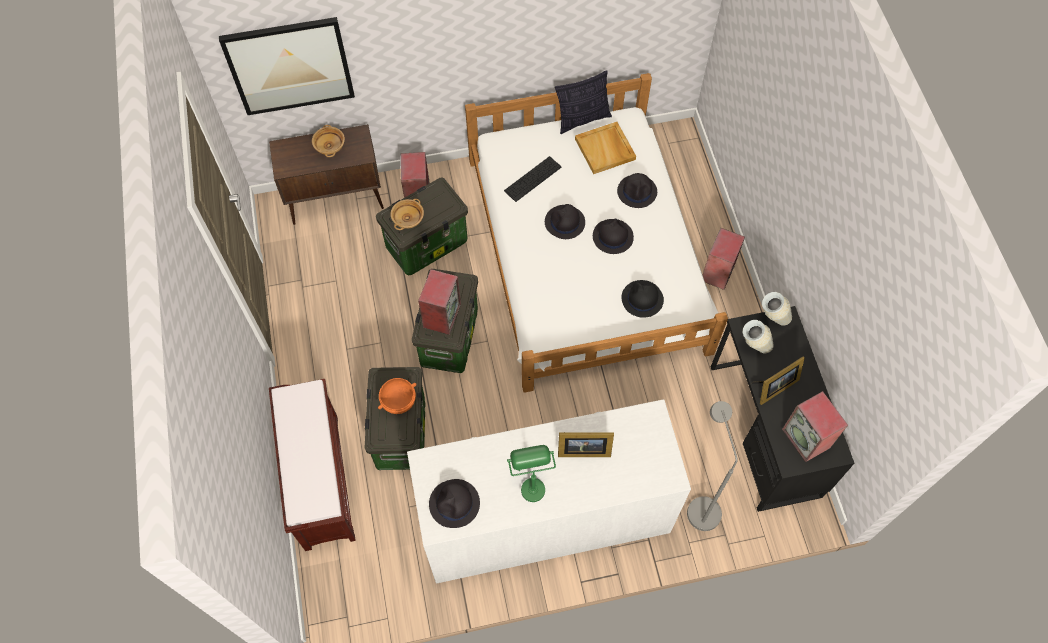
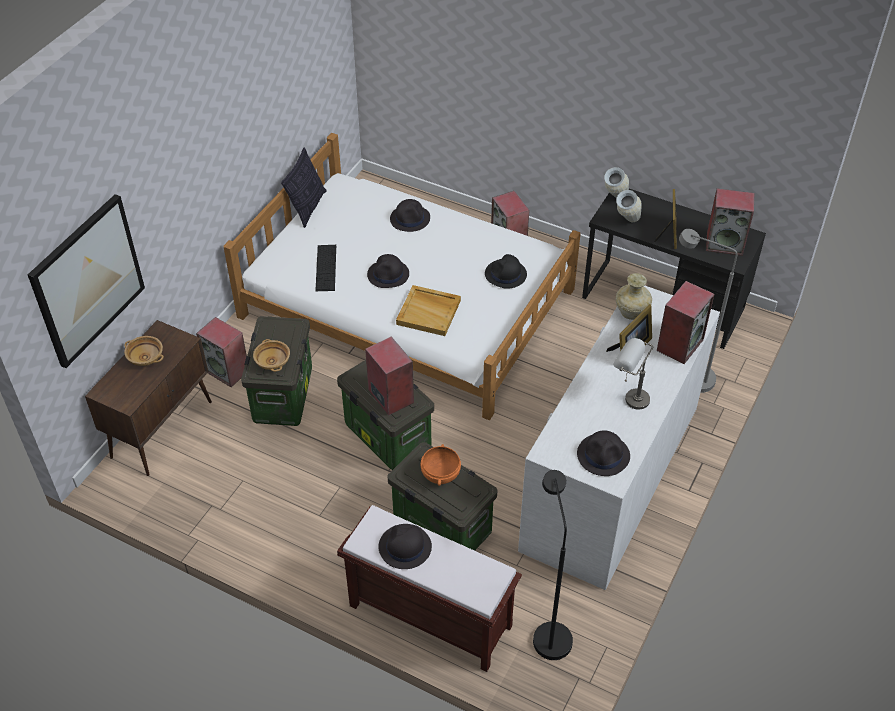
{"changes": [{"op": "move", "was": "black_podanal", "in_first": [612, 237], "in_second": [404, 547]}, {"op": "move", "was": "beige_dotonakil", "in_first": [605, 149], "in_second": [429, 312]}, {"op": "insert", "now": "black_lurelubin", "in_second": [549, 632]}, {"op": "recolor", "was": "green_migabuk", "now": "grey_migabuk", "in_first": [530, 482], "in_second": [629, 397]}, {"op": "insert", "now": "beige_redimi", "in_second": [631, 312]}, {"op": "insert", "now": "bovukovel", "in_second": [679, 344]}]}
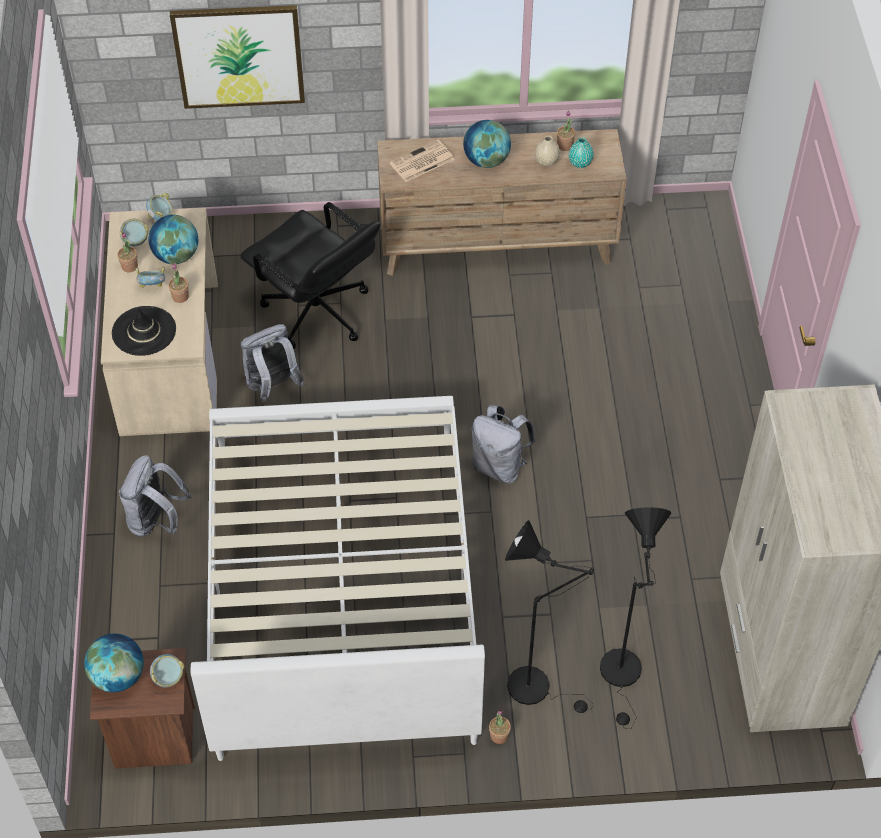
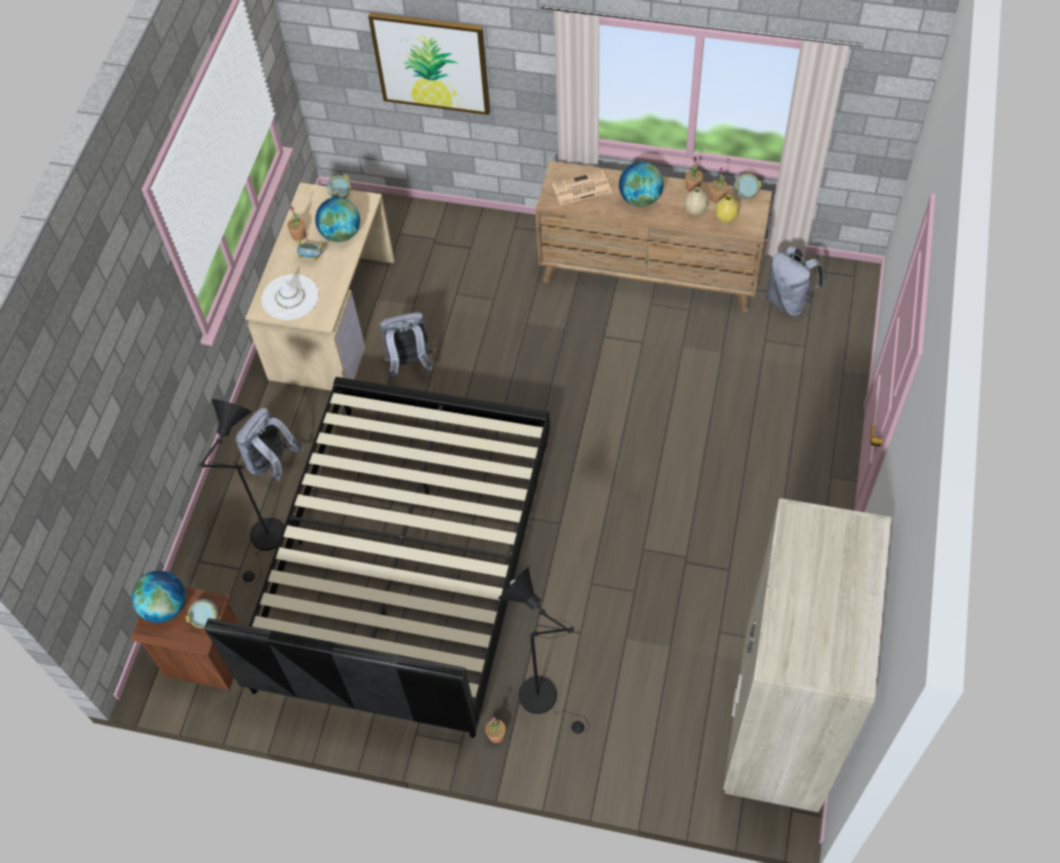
{"changes": [{"op": "move", "was": "black_lurelubin", "in_first": [622, 676], "in_second": [266, 541]}, {"op": "recolor", "was": "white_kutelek", "now": "black_kutelek", "in_first": [339, 588], "in_second": [405, 562]}, {"op": "recolor", "was": "black_podanal", "now": "white_podanal", "in_first": [144, 331], "in_second": [290, 297]}, {"op": "move", "was": "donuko", "in_first": [180, 297], "in_second": [692, 187]}, {"op": "recolor", "was": "turquoise_redimi", "now": "yellow_redimi", "in_first": [580, 162], "in_second": [726, 217]}, {"op": "move", "was": "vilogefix", "in_first": [135, 241], "in_second": [745, 194]}, {"op": "move", "was": "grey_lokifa", "in_first": [499, 466], "in_second": [788, 301]}, {"op": "delete", "was": "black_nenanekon", "in_first": [317, 313]}]}
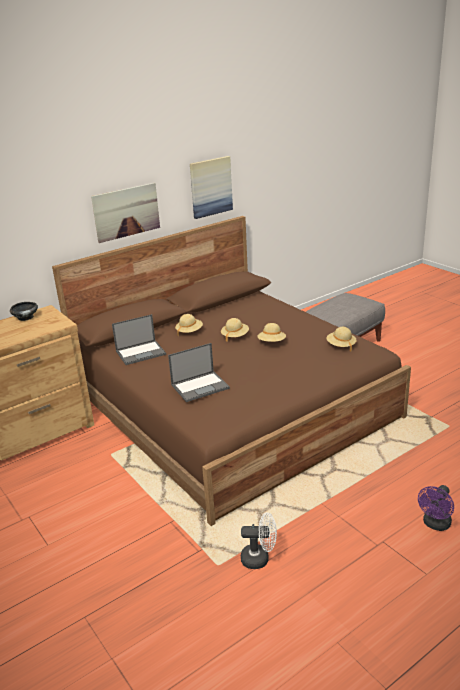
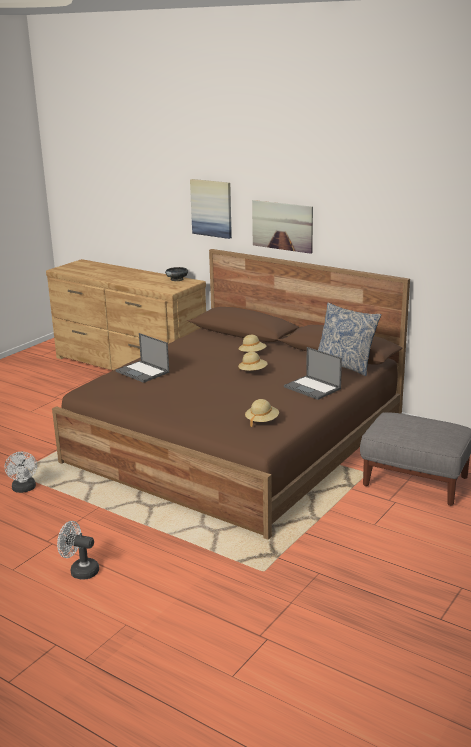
{"changes": [{"op": "recolor", "was": "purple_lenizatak", "now": "white_lenizatak", "in_first": [435, 524], "in_second": [80, 571]}, {"op": "move", "was": "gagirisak", "in_first": [210, 187], "in_second": [211, 208]}, {"op": "move", "was": "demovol", "in_first": [141, 352], "in_second": [313, 388]}, {"op": "insert", "now": "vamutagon", "in_second": [345, 365]}, {"op": "delete", "was": "beige_podanal", "in_first": [272, 342]}]}
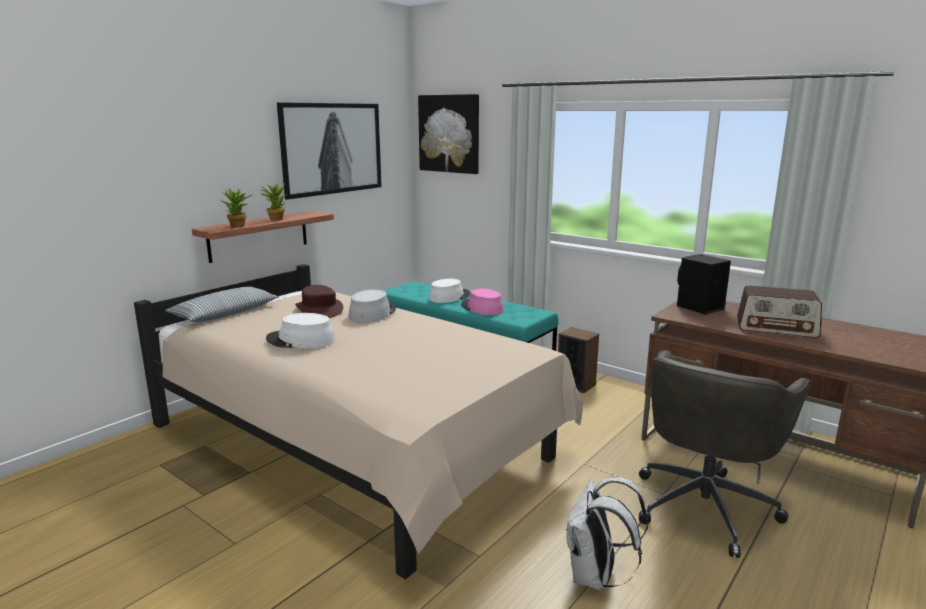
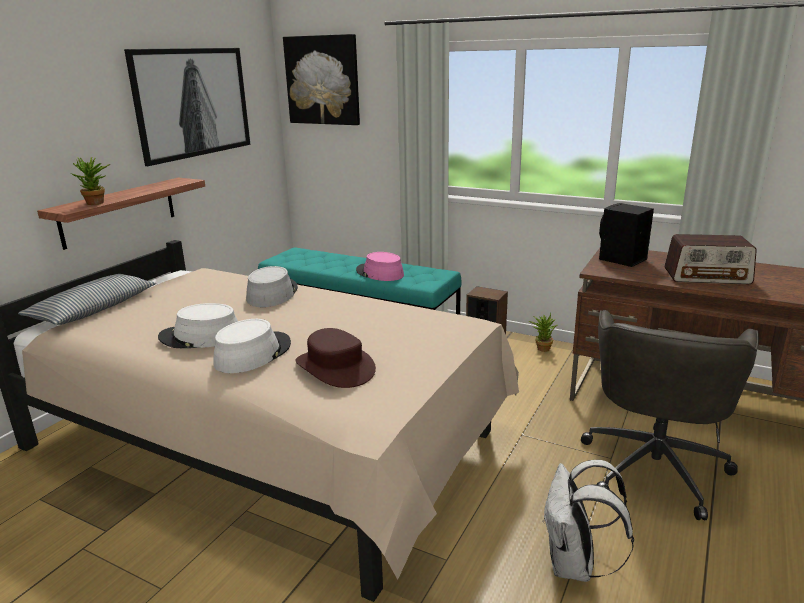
{"changes": [{"op": "move", "was": "white_podanal", "in_first": [449, 297], "in_second": [252, 353]}, {"op": "move", "was": "brown_podanal", "in_first": [319, 309], "in_second": [335, 367]}, {"op": "move", "was": "donuko", "in_first": [276, 219], "in_second": [541, 348]}]}
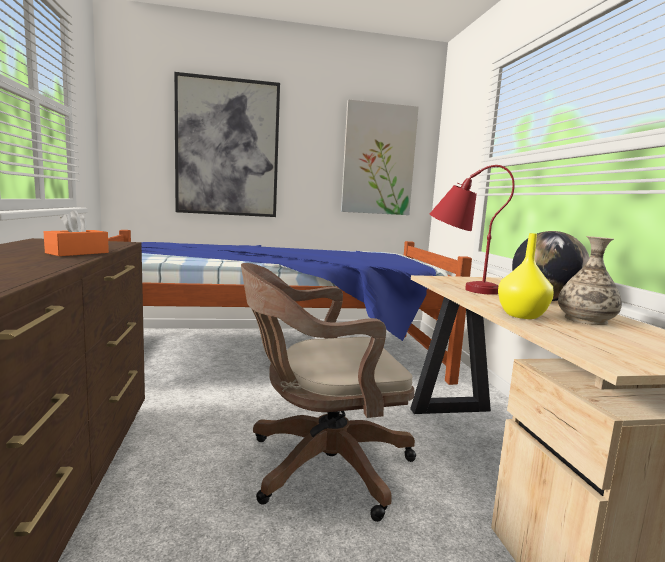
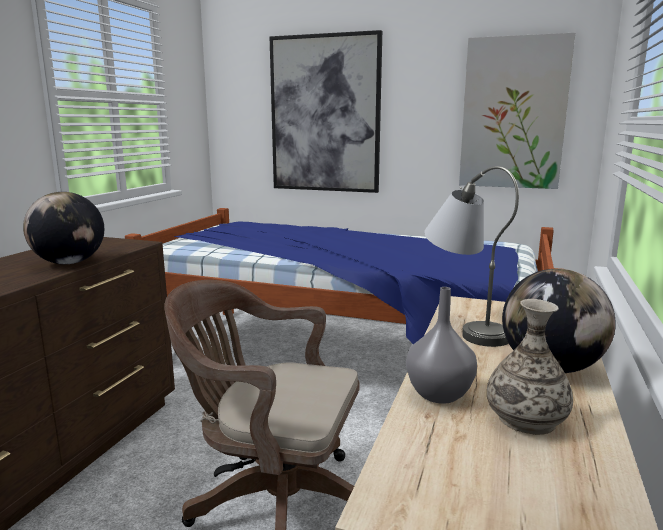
{"changes": [{"op": "replace", "was": "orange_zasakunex", "now": "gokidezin", "in_first": [77, 253], "in_second": [69, 263]}, {"op": "recolor", "was": "yellow_redimi", "now": "grey_redimi", "in_first": [523, 315], "in_second": [440, 395]}, {"op": "recolor", "was": "red_migabuk", "now": "grey_migabuk", "in_first": [459, 287], "in_second": [463, 326]}]}
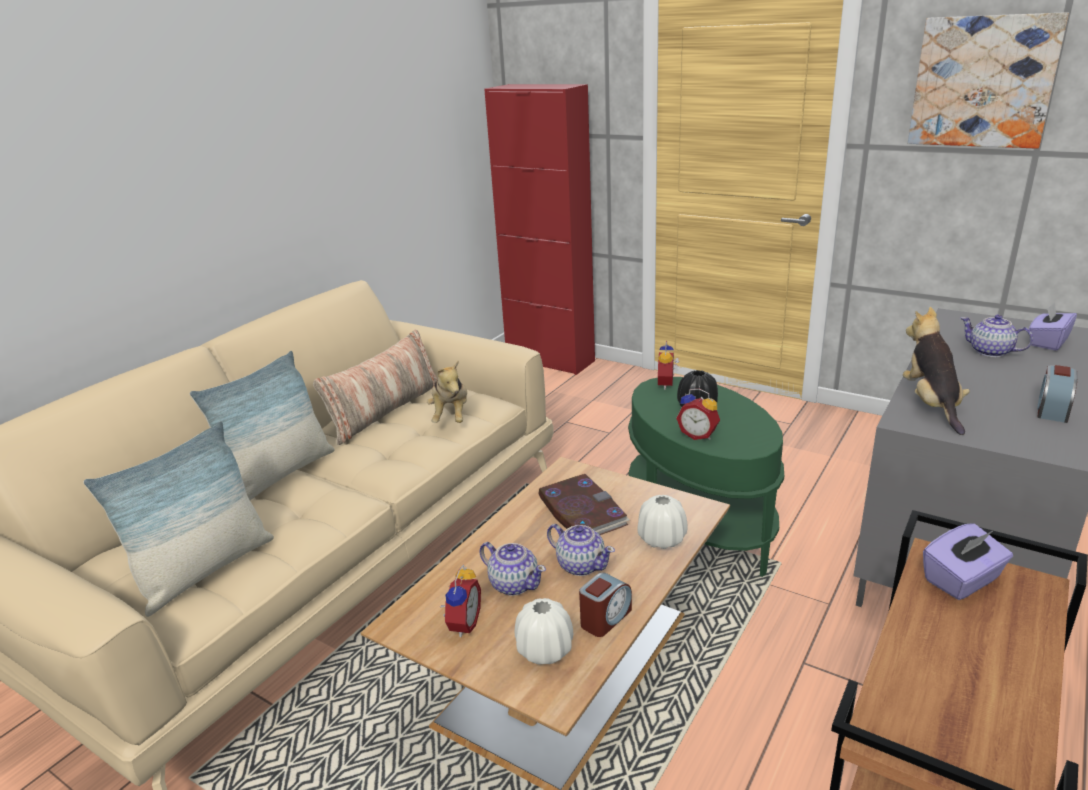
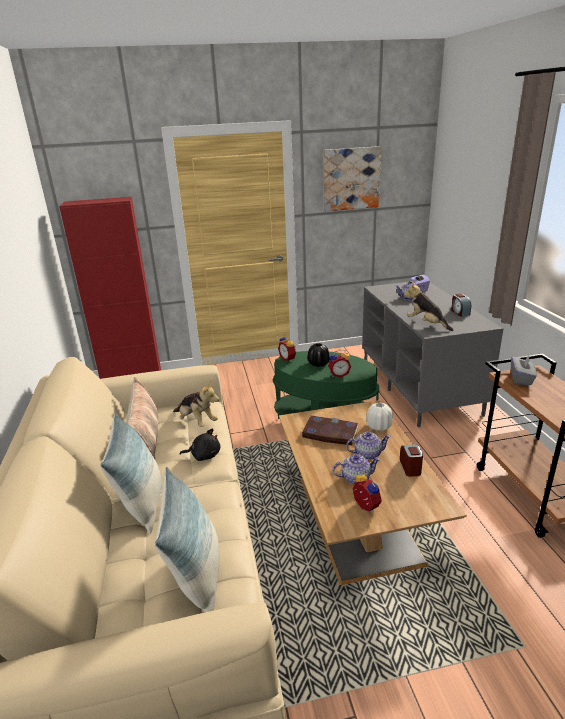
{"changes": [{"op": "insert", "now": "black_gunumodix", "in_second": [204, 455]}, {"op": "recolor", "was": "purple_zasakunex", "now": "grey_zasakunex", "in_first": [962, 580], "in_second": [521, 379]}, {"op": "delete", "was": "white_redimi", "in_first": [544, 650]}]}
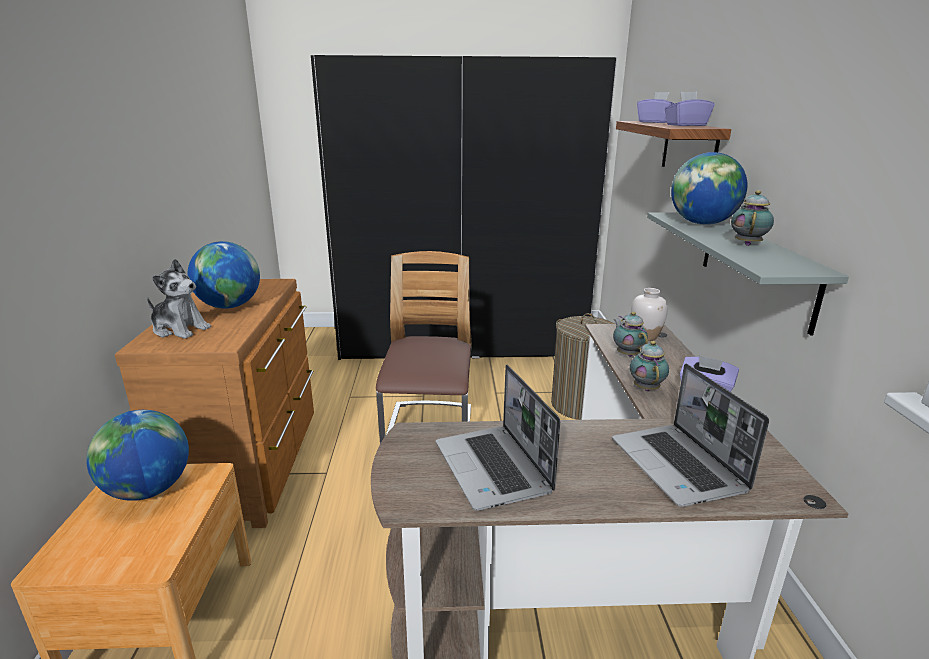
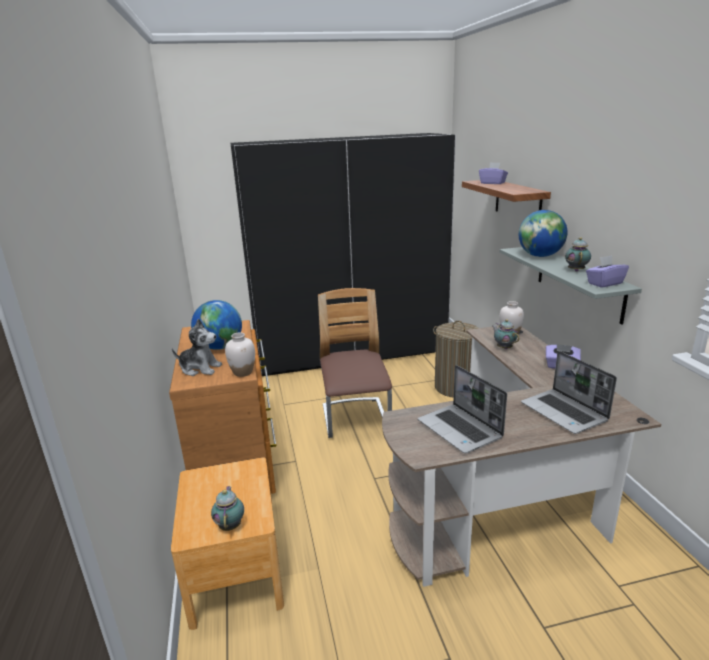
{"changes": [{"op": "move", "was": "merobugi", "in_first": [646, 388], "in_second": [230, 525]}, {"op": "insert", "now": "white_redimi", "in_second": [243, 372]}, {"op": "move", "was": "purple_zasakunex", "in_first": [686, 125], "in_second": [604, 283]}, {"op": "delete", "was": "gokidezin", "in_first": [148, 490]}]}
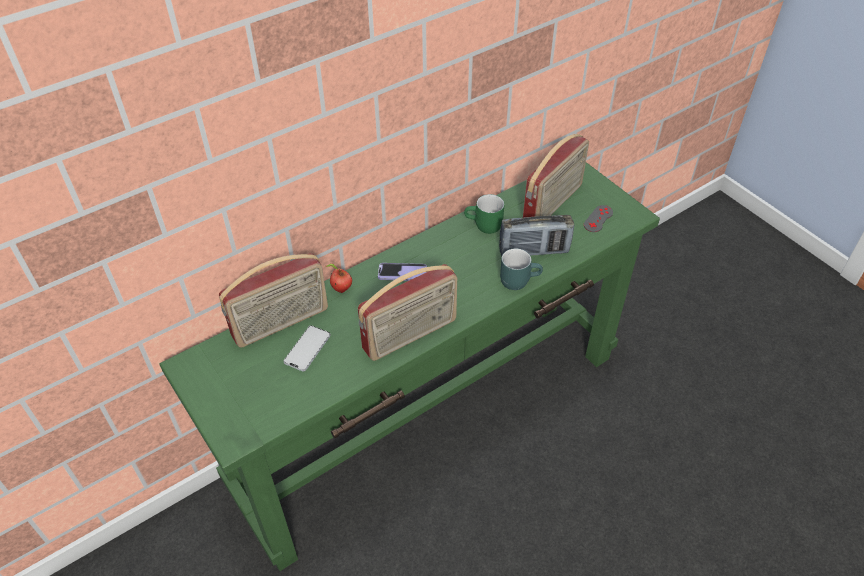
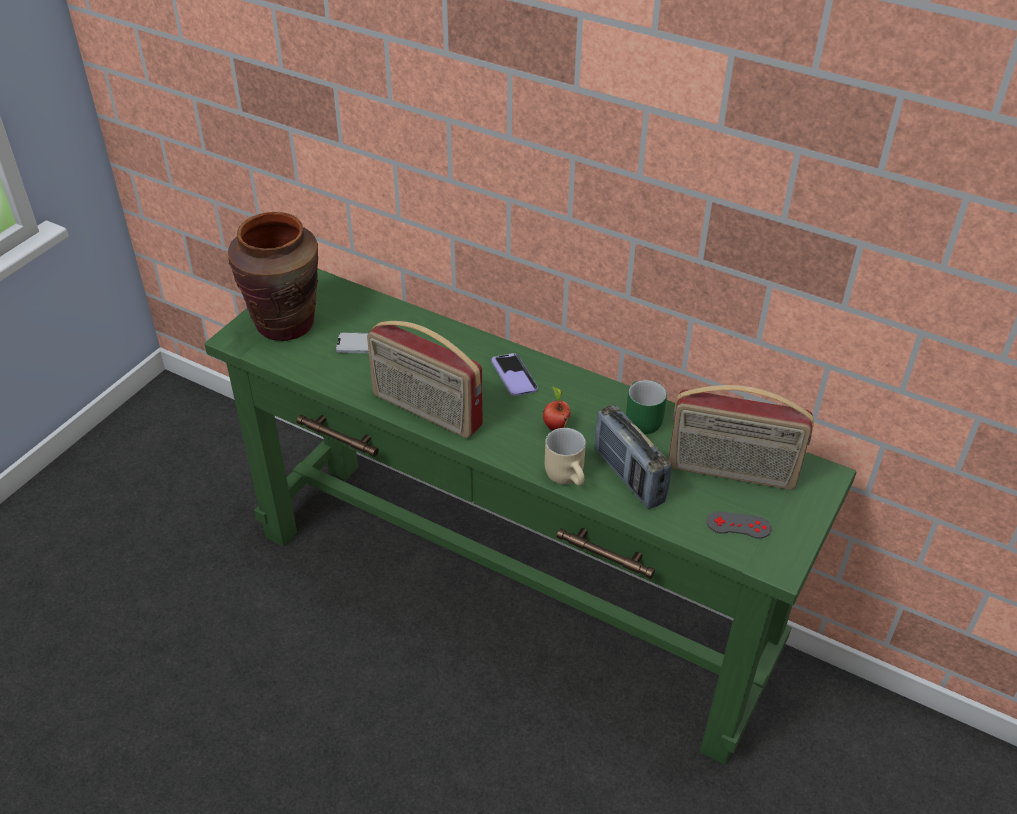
{"changes": [{"op": "insert", "now": "brown_redimi", "in_second": [285, 324]}, {"op": "move", "was": "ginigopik", "in_first": [340, 289], "in_second": [555, 426]}, {"op": "recolor", "was": "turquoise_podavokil", "now": "beige_podavokil", "in_first": [518, 279], "in_second": [569, 475]}, {"op": "delete", "was": "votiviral", "in_first": [281, 323]}]}
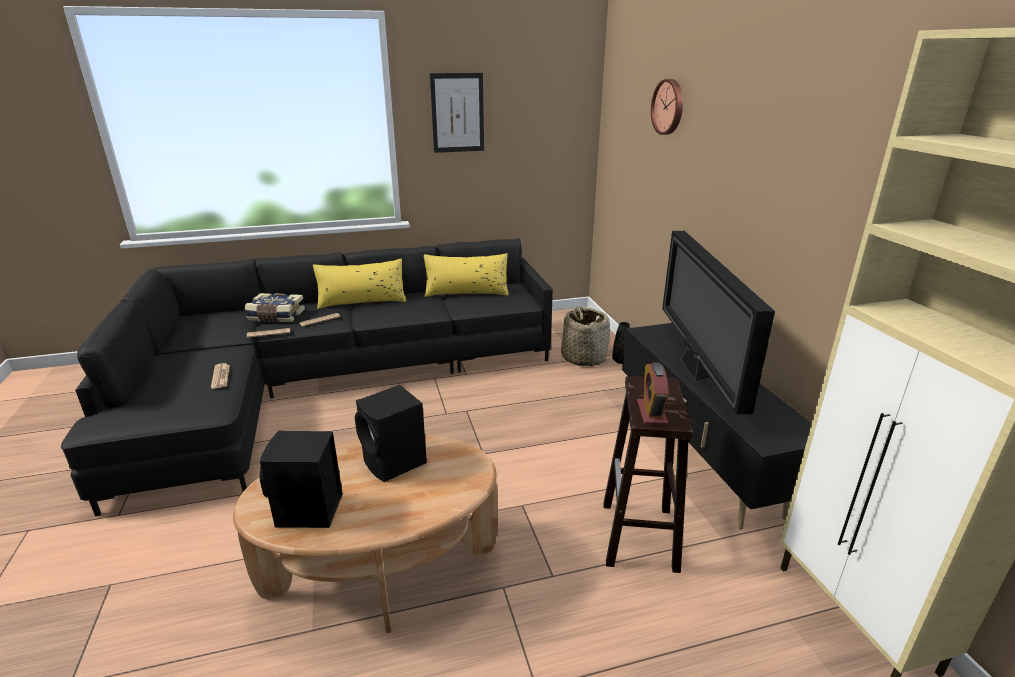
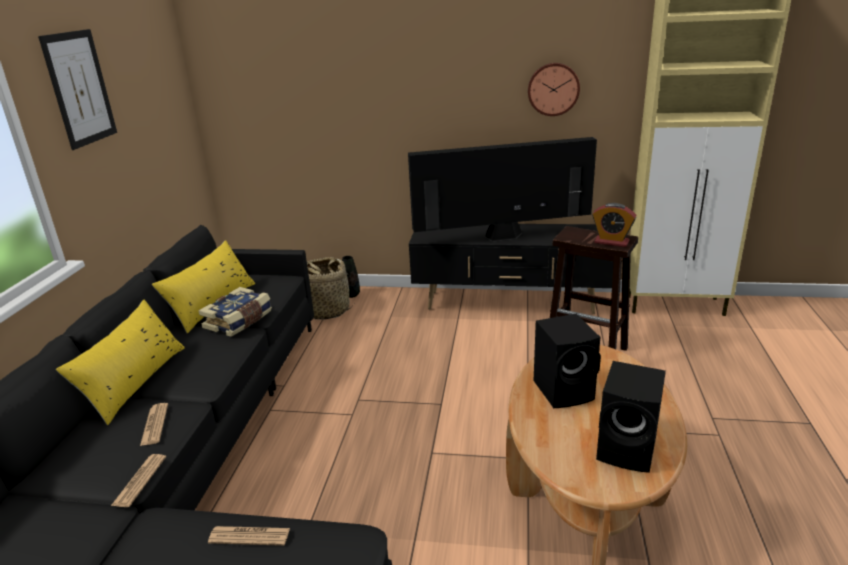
{"changes": [{"op": "move", "was": "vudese", "in_first": [276, 316], "in_second": [239, 321]}, {"op": "rotate", "was": "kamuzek", "in_first": [695, 371], "in_second": [502, 237], "clockwise": 150}, {"op": "move", "was": "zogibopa", "in_first": [669, 107], "in_second": [553, 89]}]}
